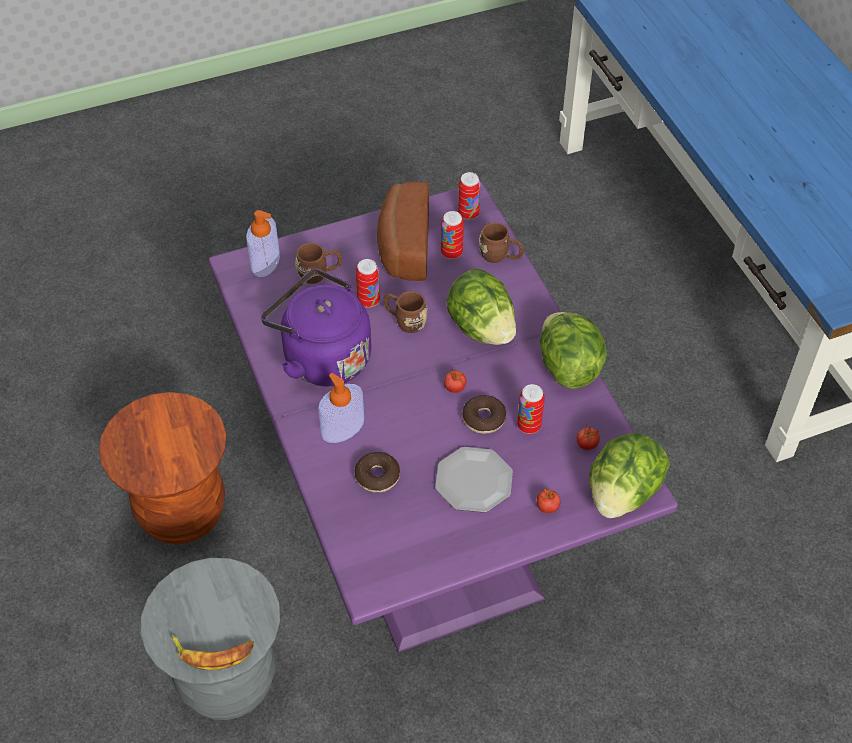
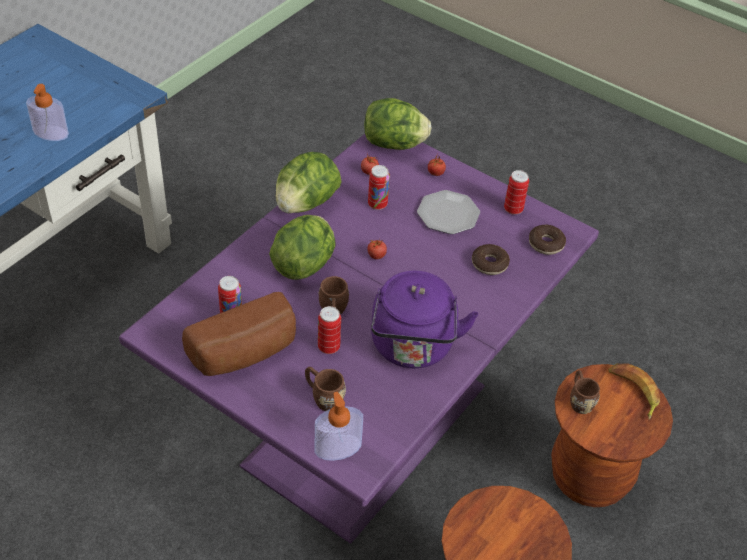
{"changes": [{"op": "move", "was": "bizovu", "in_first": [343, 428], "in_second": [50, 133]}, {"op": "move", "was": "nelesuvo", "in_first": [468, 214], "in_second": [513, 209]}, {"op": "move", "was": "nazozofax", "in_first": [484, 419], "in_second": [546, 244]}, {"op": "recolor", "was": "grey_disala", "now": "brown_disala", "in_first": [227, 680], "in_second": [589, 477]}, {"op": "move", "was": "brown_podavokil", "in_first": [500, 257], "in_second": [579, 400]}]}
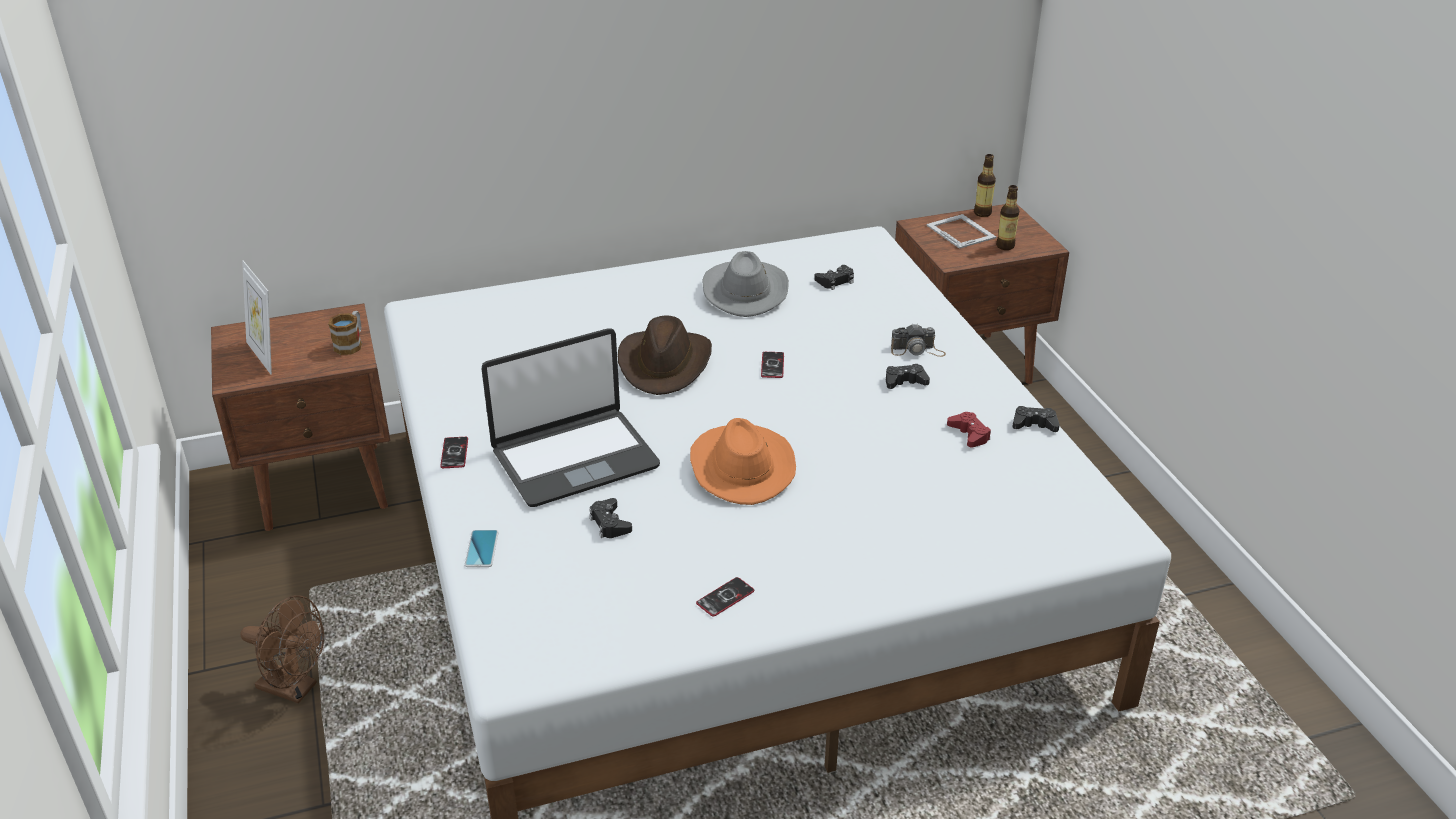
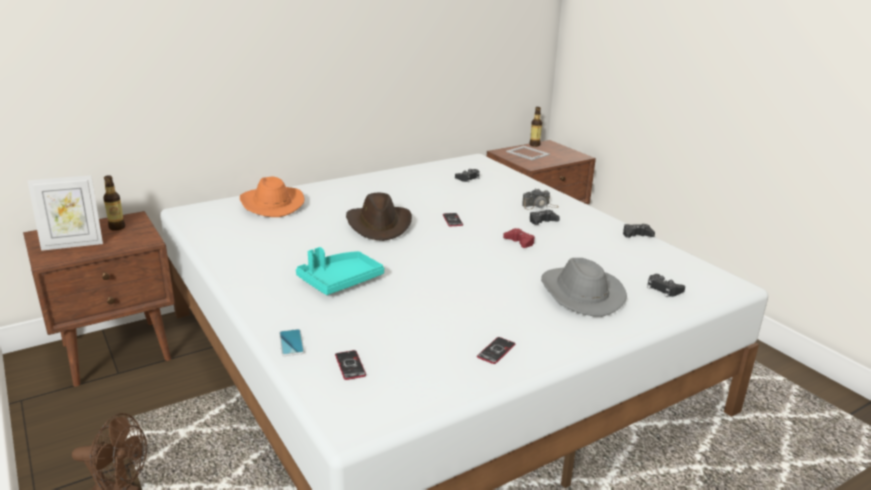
{"changes": [{"op": "rotate", "was": "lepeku", "in_first": [266, 355], "in_second": [73, 244], "clockwise": -60}, {"op": "move", "was": "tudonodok", "in_first": [1005, 246], "in_second": [117, 227]}, {"op": "move", "was": "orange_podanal", "in_first": [741, 467], "in_second": [271, 204]}, {"op": "replace", "was": "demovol", "now": "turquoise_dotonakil", "in_first": [574, 458], "in_second": [340, 281]}, {"op": "move", "was": "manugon", "in_first": [454, 453], "in_second": [350, 365]}, {"op": "move", "was": "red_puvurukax", "in_first": [969, 434], "in_second": [519, 242]}, {"op": "move", "was": "grey_podanal", "in_first": [744, 291], "in_second": [580, 293]}, {"op": "move", "was": "black_puvurukax", "in_first": [609, 523], "in_second": [663, 289]}, {"op": "delete", "was": "podavokil", "in_first": [351, 344]}]}
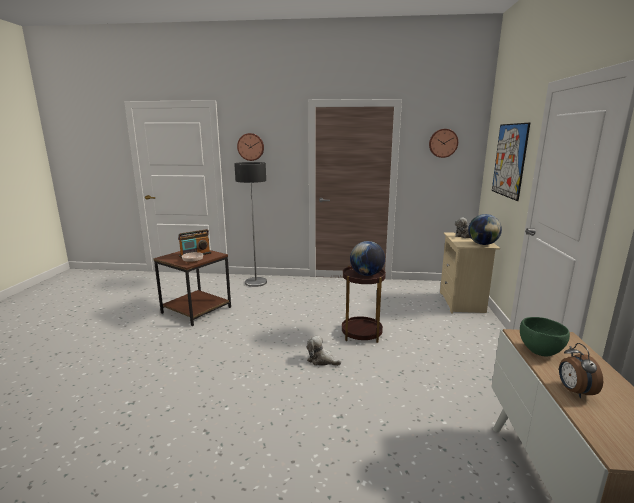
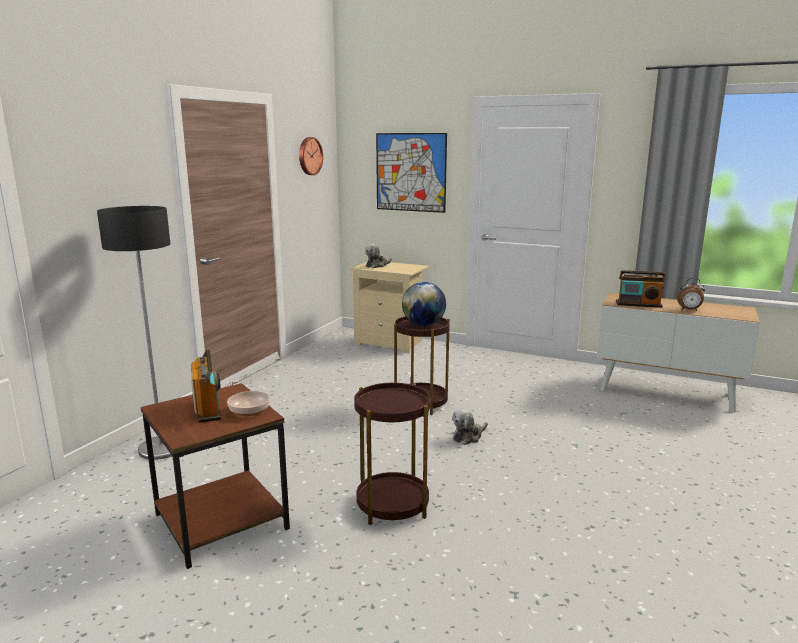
{"changes": [{"op": "insert", "now": "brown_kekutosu", "in_second": [392, 505]}, {"op": "replace", "was": "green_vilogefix", "now": "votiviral", "in_first": [540, 351], "in_second": [638, 304]}, {"op": "delete", "was": "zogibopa", "in_first": [251, 147]}, {"op": "delete", "was": "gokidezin", "in_first": [482, 244]}]}
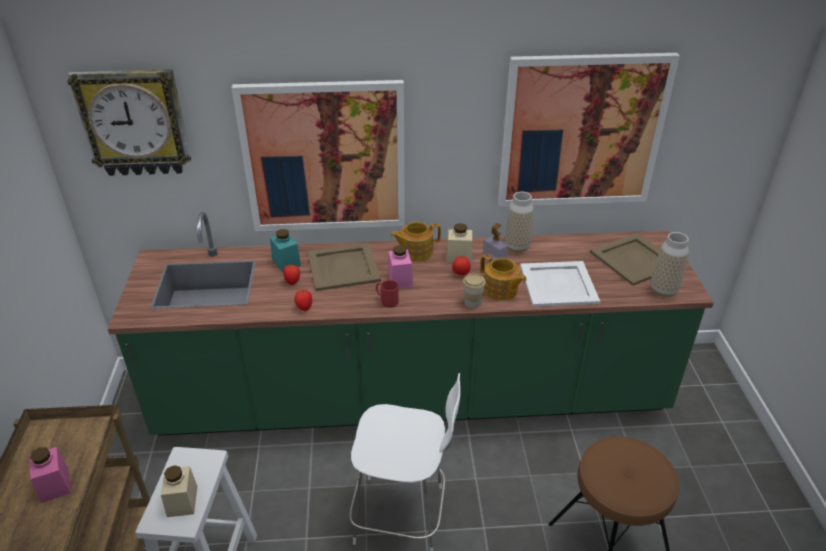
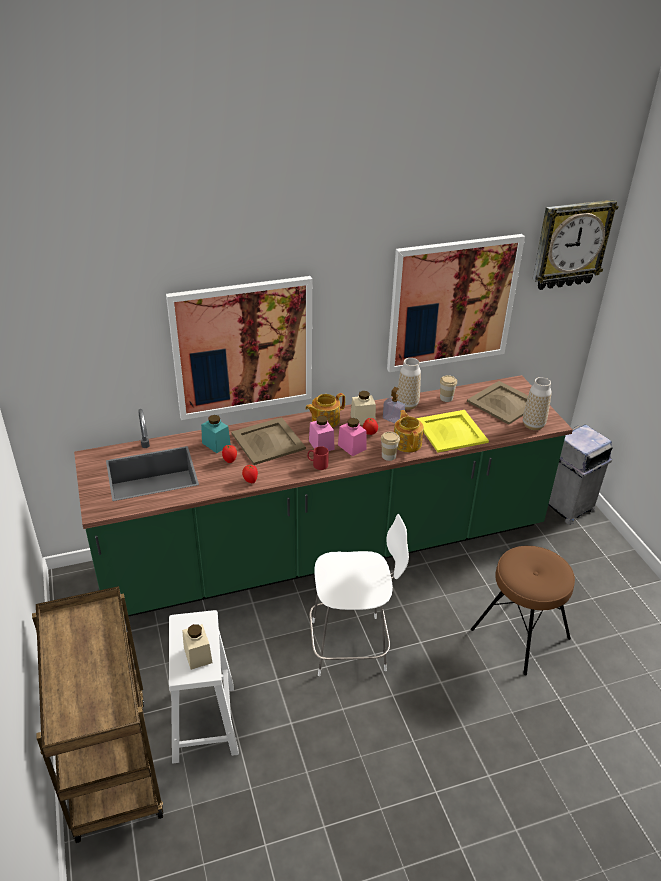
{"changes": [{"op": "move", "was": "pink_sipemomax", "in_first": [54, 485], "in_second": [352, 447]}, {"op": "rotate", "was": "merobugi", "in_first": [500, 290], "in_second": [407, 443], "clockwise": -135}, {"op": "recolor", "was": "white_dotonakil", "now": "yellow_dotonakil", "in_first": [559, 284], "in_second": [451, 431]}, {"op": "insert", "now": "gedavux", "in_second": [446, 398]}, {"op": "move", "was": "zogibopa", "in_first": [135, 122], "in_second": [570, 244]}, {"op": "insert", "now": "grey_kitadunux", "in_second": [567, 507]}]}
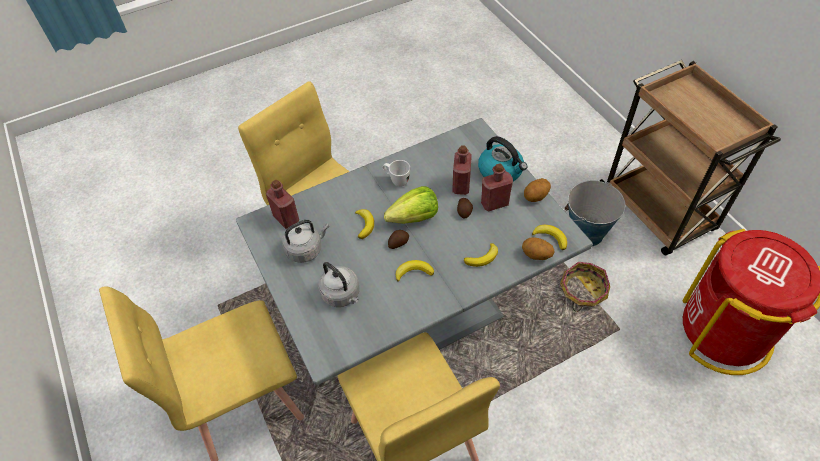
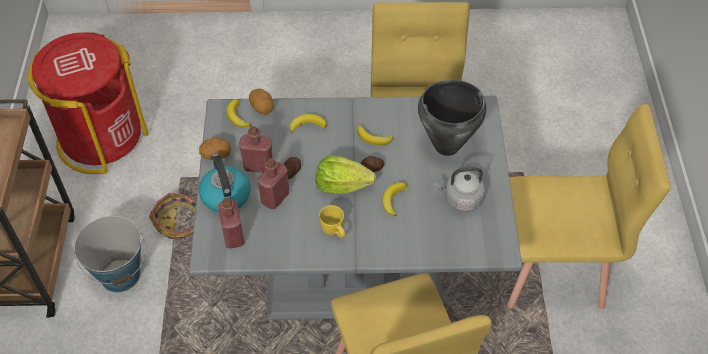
{"changes": [{"op": "move", "was": "red_tudonodok", "in_first": [286, 219], "in_second": [233, 236]}, {"op": "recolor", "was": "white_podavokil", "now": "yellow_podavokil", "in_first": [396, 180], "in_second": [334, 232]}, {"op": "replace", "was": "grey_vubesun", "now": "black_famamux", "in_first": [342, 295], "in_second": [446, 145]}]}
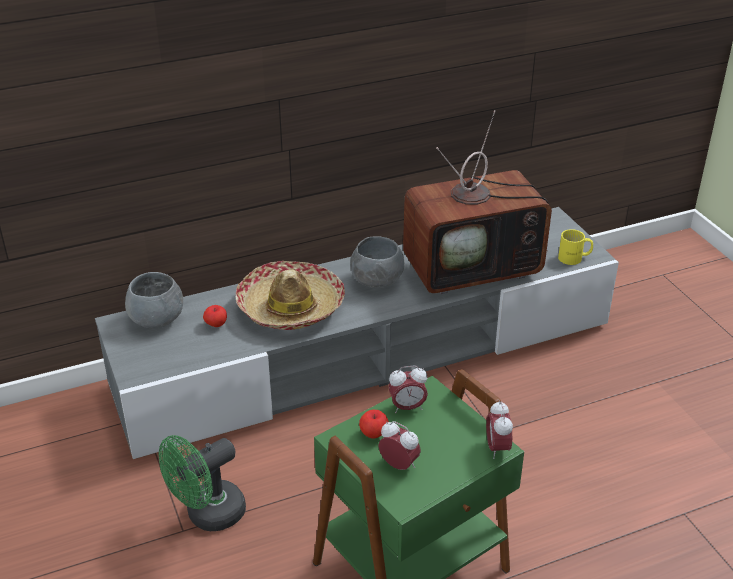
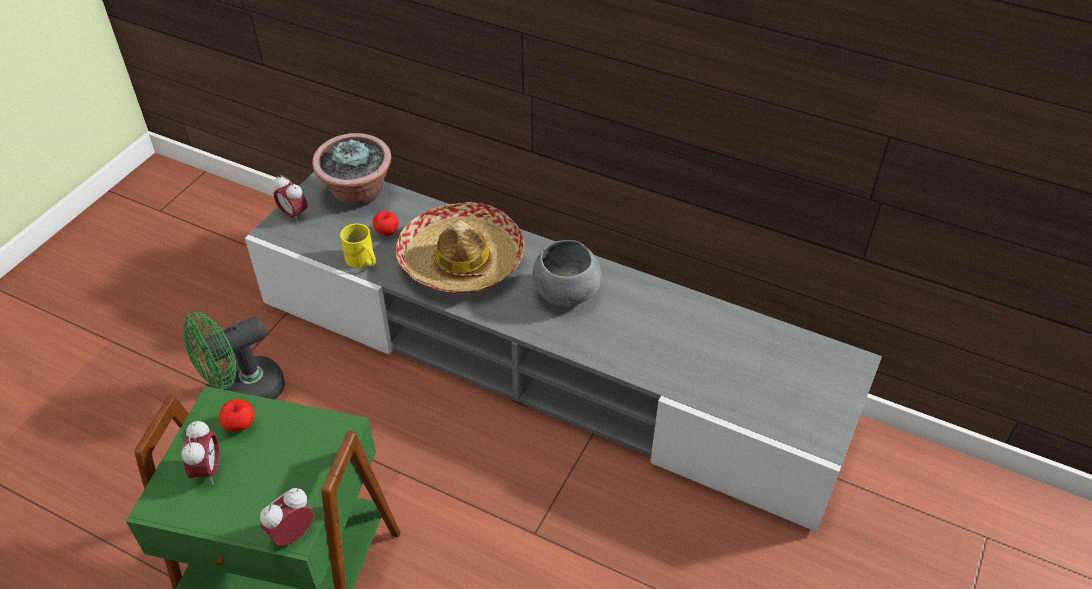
{"changes": [{"op": "rotate", "was": "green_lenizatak", "in_first": [208, 515], "in_second": [244, 392], "clockwise": -45}, {"op": "move", "was": "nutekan", "in_first": [407, 407], "in_second": [293, 215]}, {"op": "replace", "was": "grey_vilogefix", "now": "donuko", "in_first": [157, 319], "in_second": [358, 195]}, {"op": "move", "was": "yellow_podavokil", "in_first": [574, 258], "in_second": [362, 261]}, {"op": "delete", "was": "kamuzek", "in_first": [474, 267]}]}
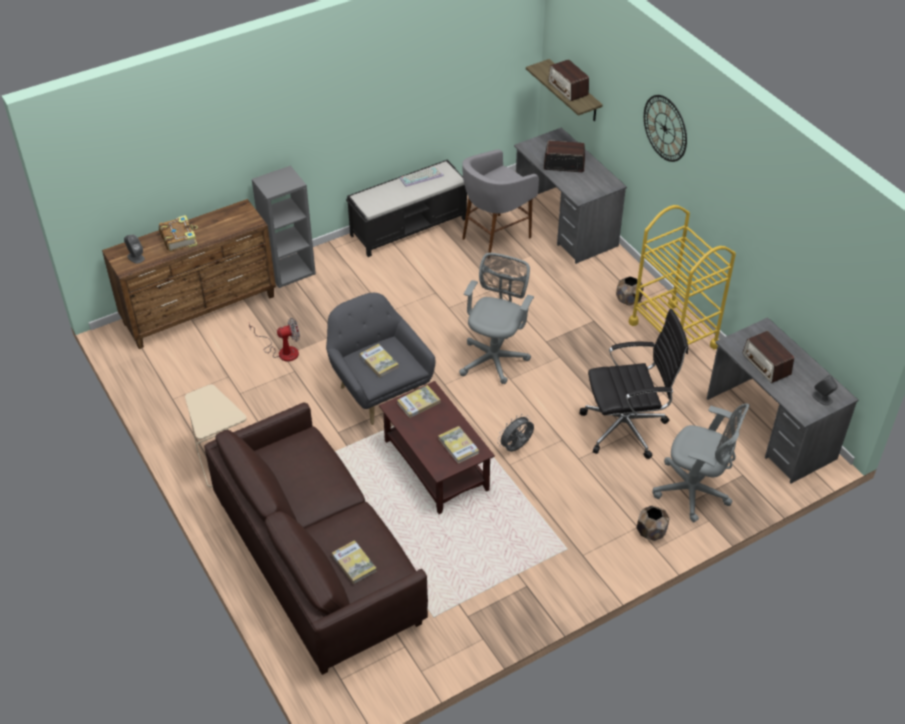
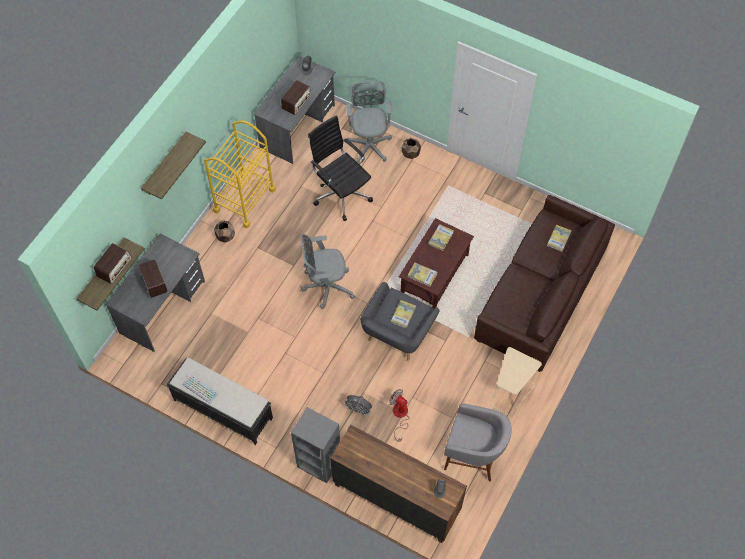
{"changes": [{"op": "replace", "was": "zogibopa", "now": "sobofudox", "in_first": [665, 128], "in_second": [165, 165]}, {"op": "move", "was": "grey_lenizatak", "in_first": [516, 448], "in_second": [358, 410]}, {"op": "move", "was": "grey_disala", "in_first": [495, 237], "in_second": [472, 458]}, {"op": "delete", "was": "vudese", "in_first": [179, 238]}]}
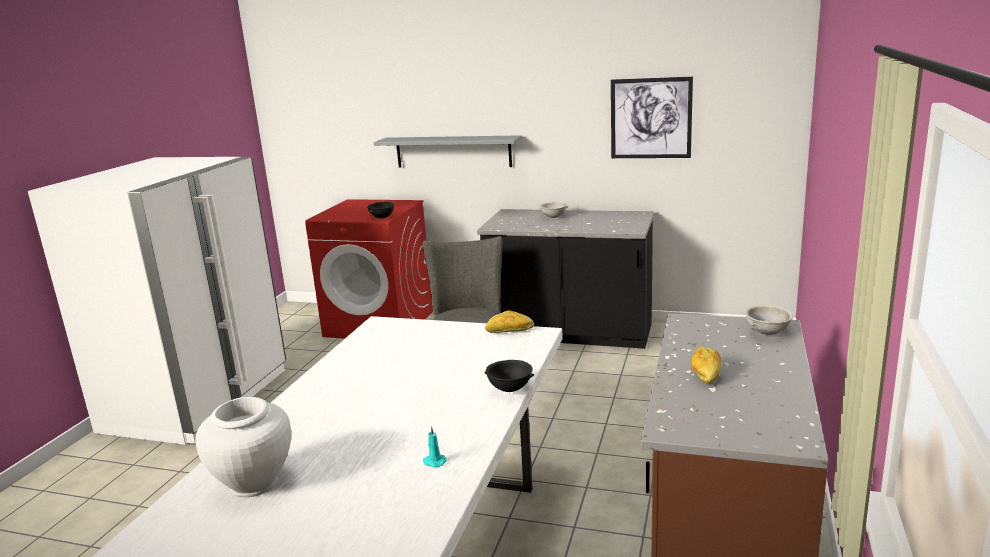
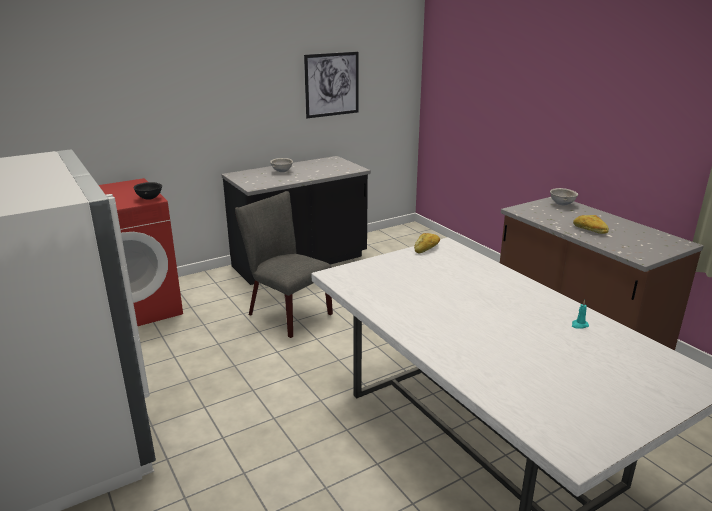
{"changes": [{"op": "delete", "was": "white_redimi", "in_first": [253, 484]}, {"op": "delete", "was": "grey_sobofudox", "in_first": [453, 151]}, {"op": "delete", "was": "black_vilogefix", "in_first": [510, 389]}]}
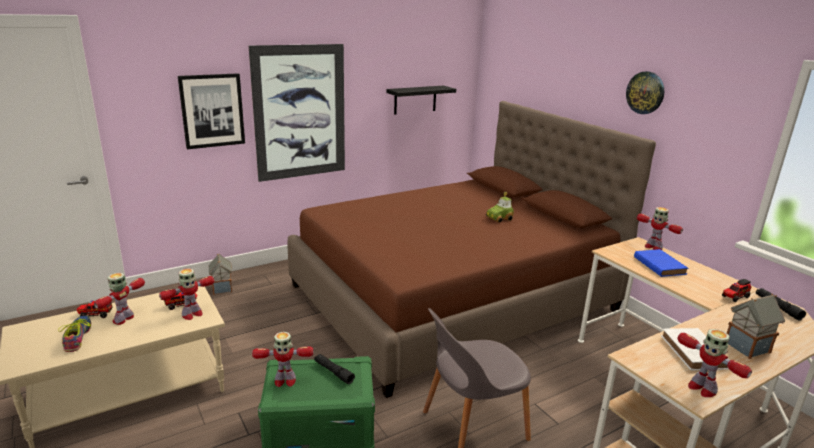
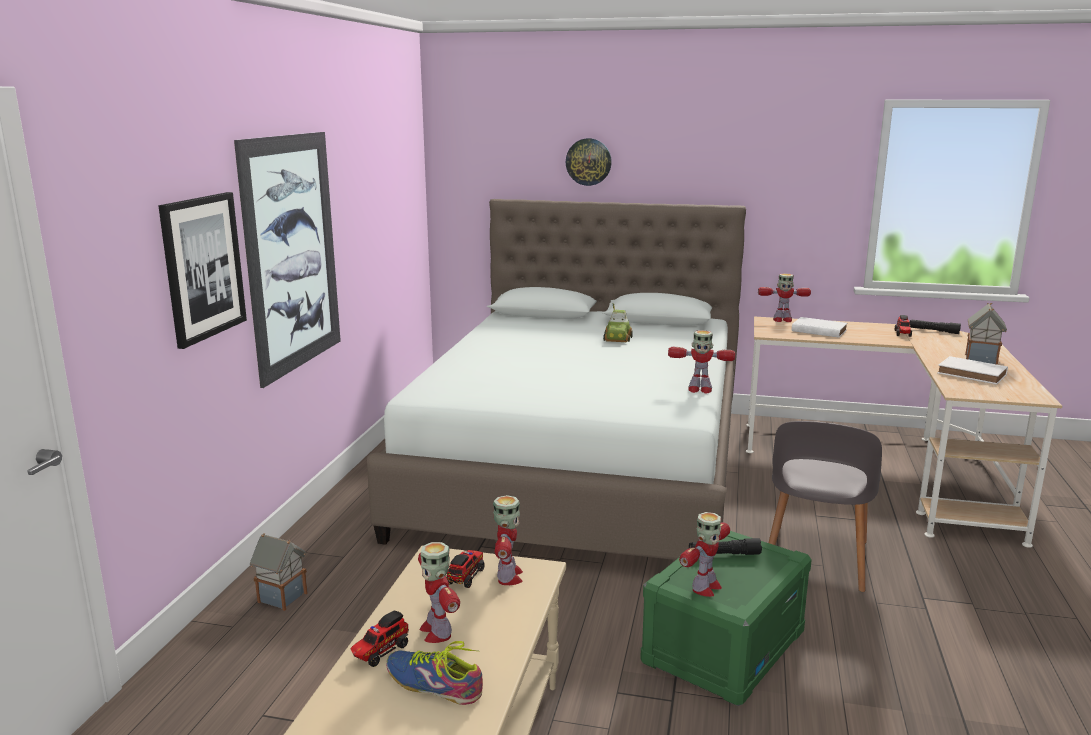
{"changes": [{"op": "recolor", "was": "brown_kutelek", "now": "white_kutelek", "in_first": [452, 298], "in_second": [581, 468]}, {"op": "move", "was": "zogibopa", "in_first": [645, 92], "in_second": [588, 162]}, {"op": "move", "was": "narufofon", "in_first": [701, 388], "in_second": [699, 389]}, {"op": "recolor", "was": "blue_vudese", "now": "white_vudese", "in_first": [658, 265], "in_second": [817, 330]}, {"op": "delete", "was": "black_sobofudox", "in_first": [415, 99]}]}
